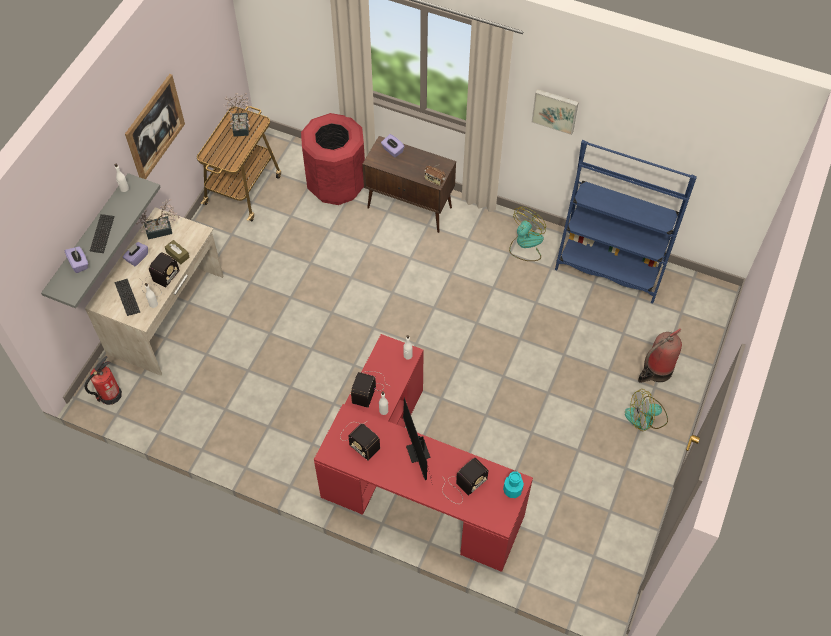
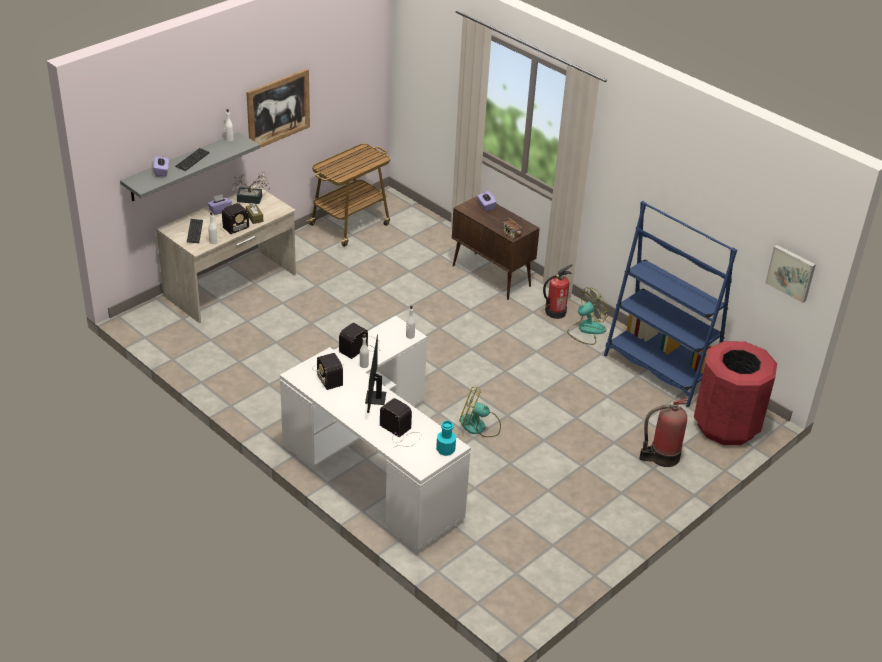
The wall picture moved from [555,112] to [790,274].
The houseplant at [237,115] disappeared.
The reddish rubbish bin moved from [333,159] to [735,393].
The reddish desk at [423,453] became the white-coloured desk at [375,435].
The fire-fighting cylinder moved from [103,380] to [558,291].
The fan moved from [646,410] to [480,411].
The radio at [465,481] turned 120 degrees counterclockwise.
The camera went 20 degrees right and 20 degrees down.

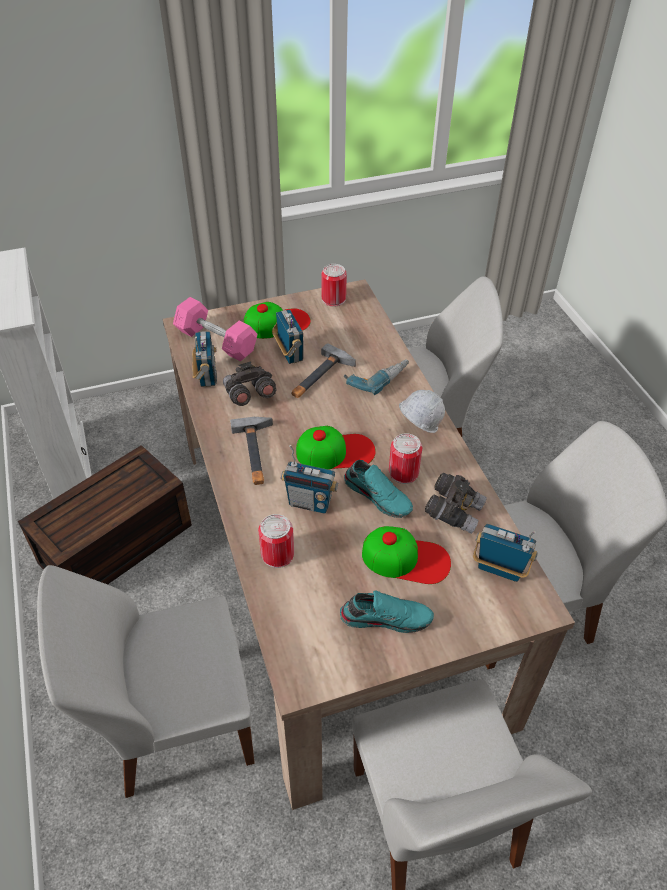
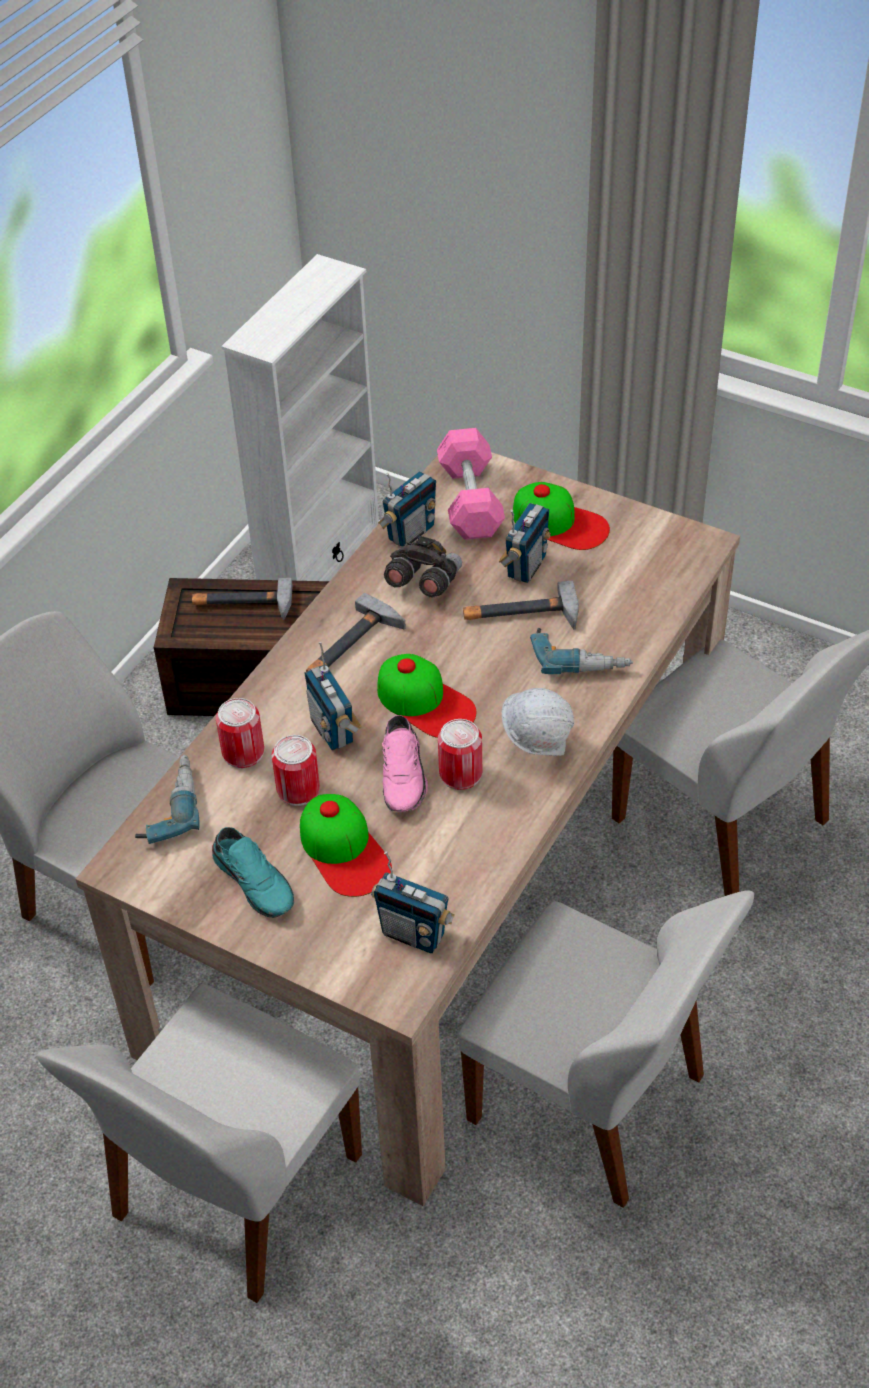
The metal can moved from [334,285] to [296,770].
The turquoise item of footwear at [378,489] became the pink item of footwear at [405,763].
The greyish pair of binoculars at [456,503] disappeared.
The radio at [505,553] turned 135 degrees clockwise.
The hand hammer at [242,599] appeared.
The electric drill at [167,799] appeared.
The camera went 50 degrees right and 0 degrees up.

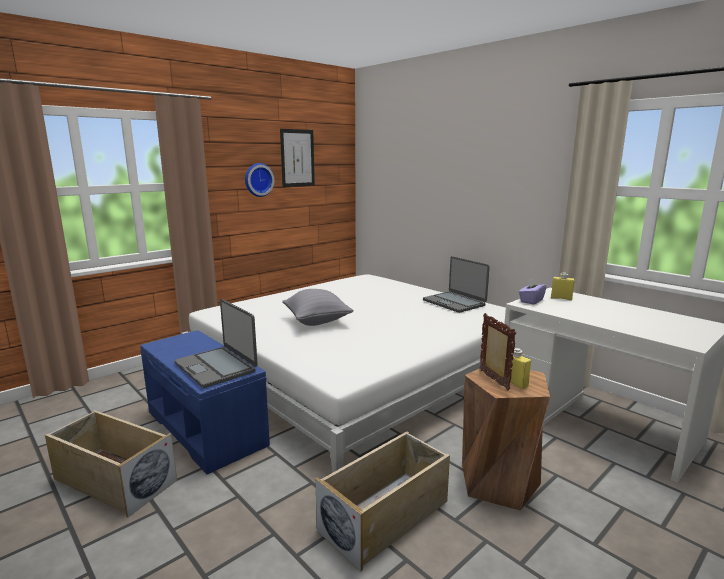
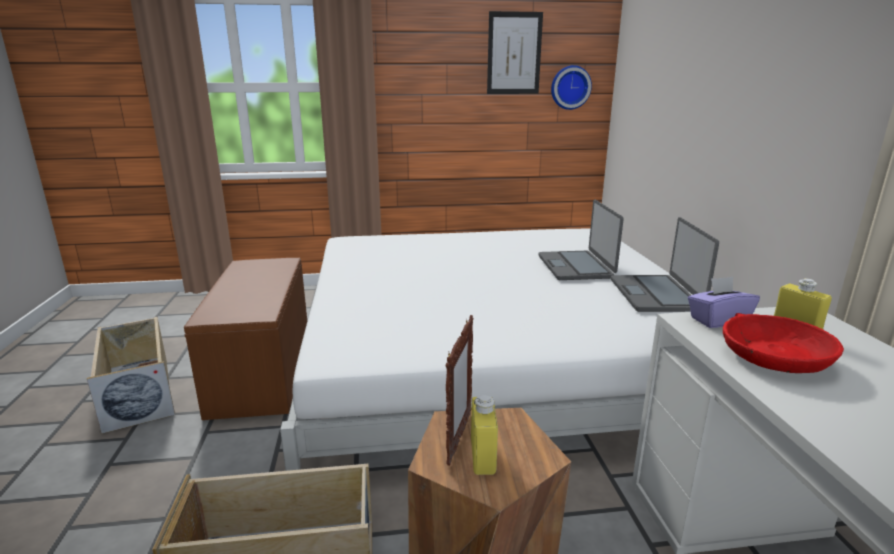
The hanging clock moved from [259,180] to [571,87].
The greyish pillow at [318,307] disappeared.
The laptop moved from [216,343] to [581,239].
The blue-coloured bench at [205,402] became the brown bench at [245,339].
The reddish serving bowl at [783,343] appeared.
The camera went 35 degrees right and 5 degrees up.

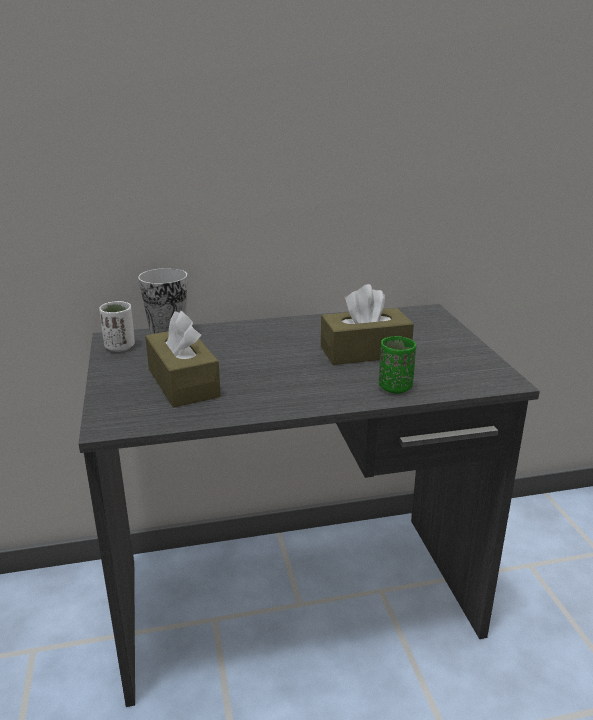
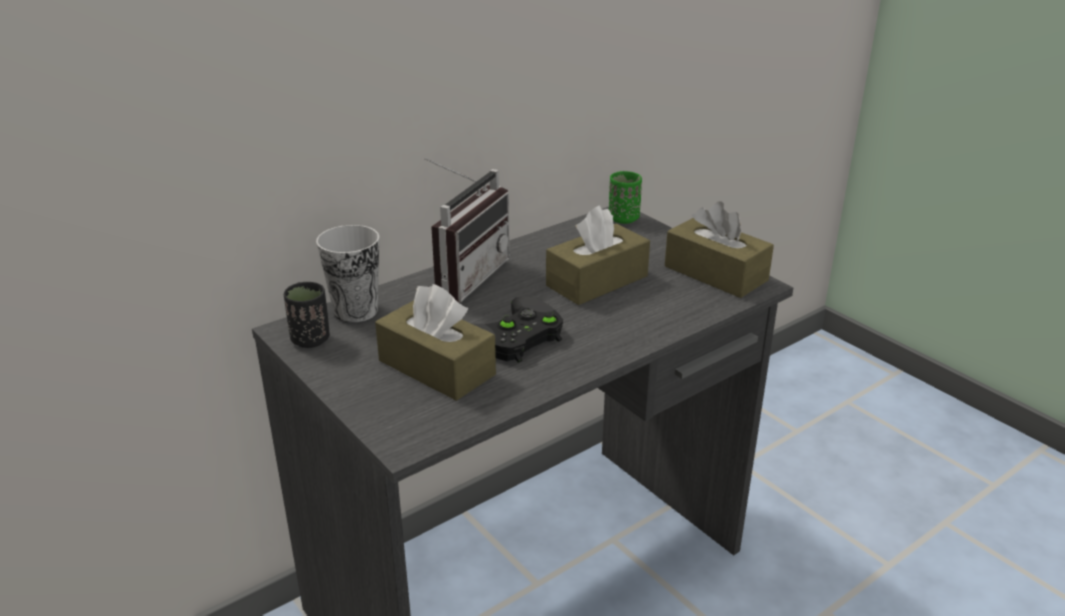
The white-coloured cup at [117,326] became the black-coloured cup at [307,315].
The green-coloured cup moved from [397,365] to [625,197].
The radio at [467,230] appeared.
The brown tissue box at [719,250] appeared.
The black-coloured joypad at [518,329] appeared.
The camera went 25 degrees left and 5 degrees up.

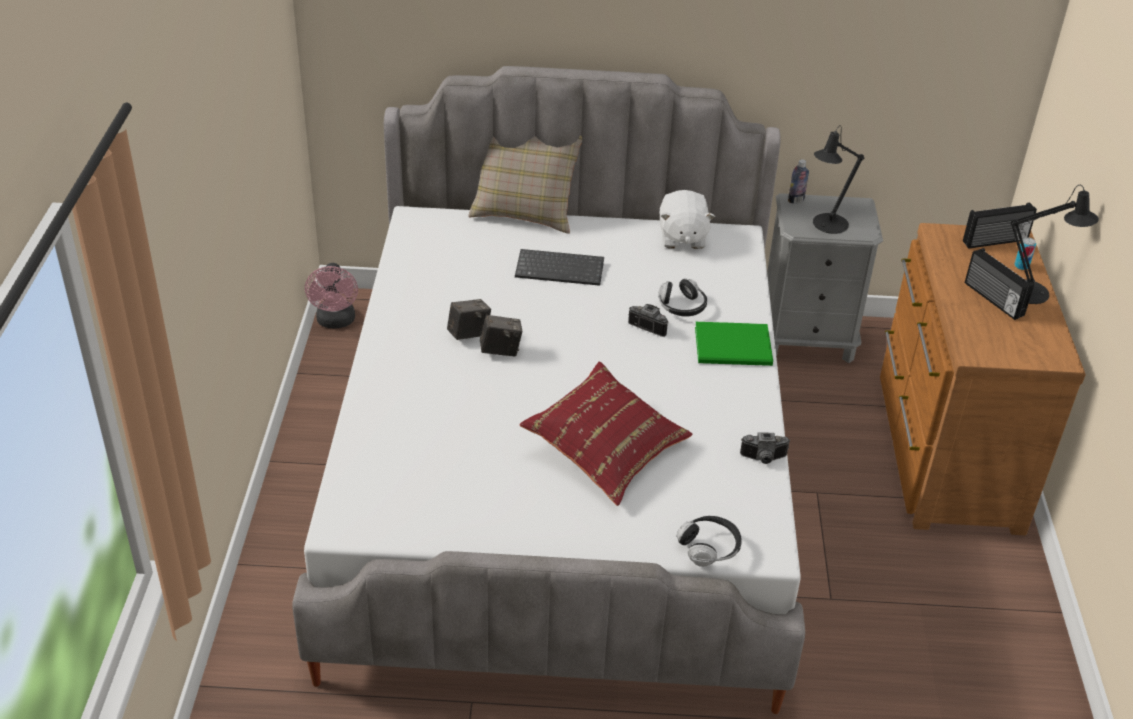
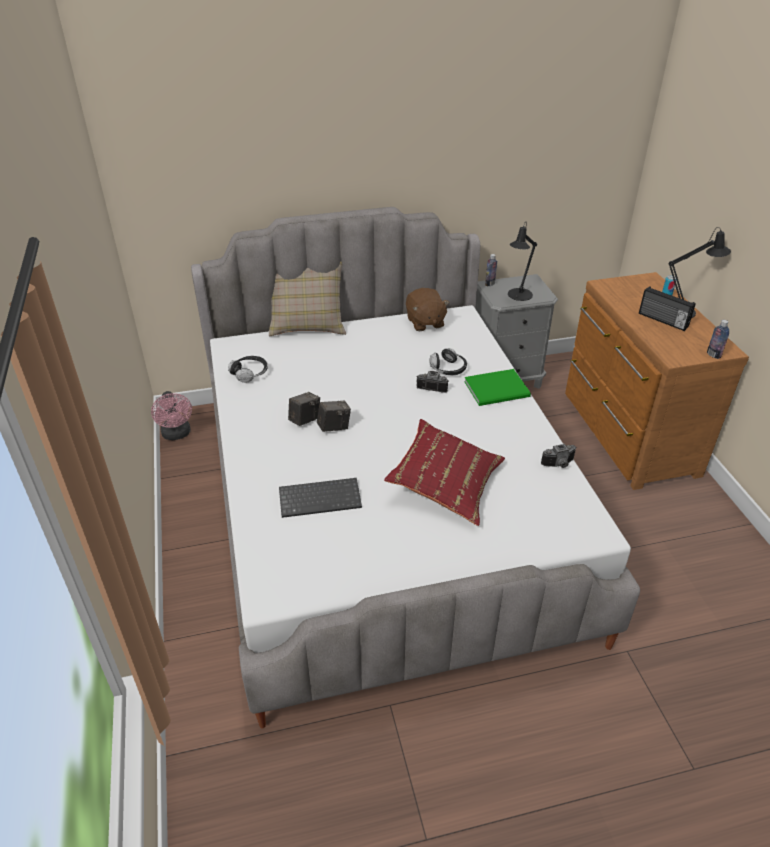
The white-coloured plush toy at [687,219] became the brown plush toy at [427,309].
The radio at [1000,225] disappeared.
The PC keyboard moved from [559,267] to [320,498].
The headphones moved from [709,541] to [248,369].
The drink bottle at [718,339] appeared.
The camera went 15 degrees left and 0 degrees up.

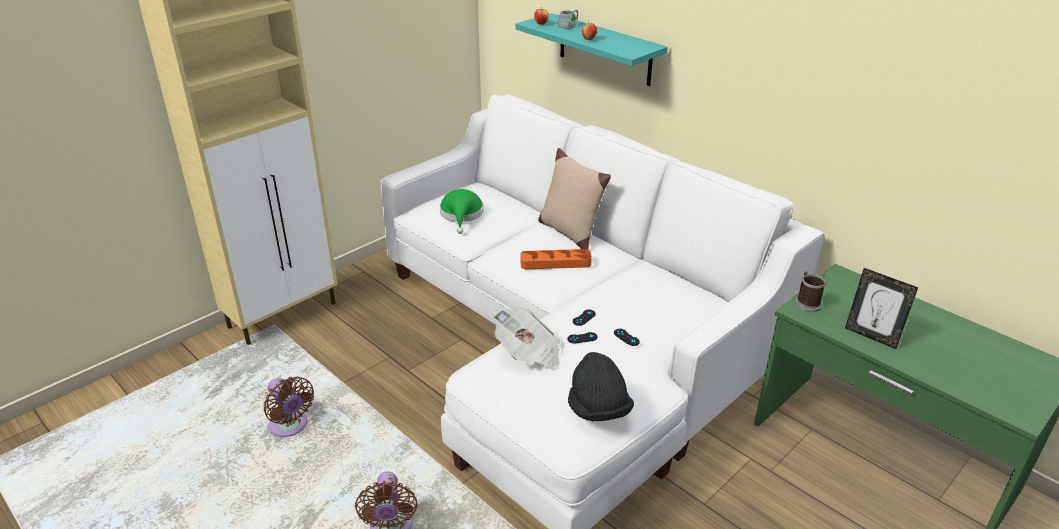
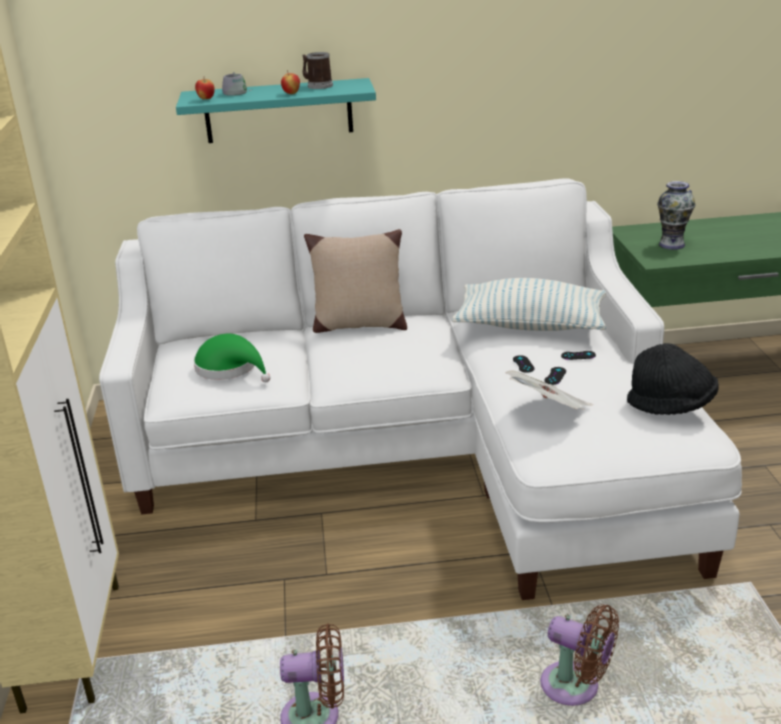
The orangey carrying tray at [556,259] disappeared.
The standing frame at [881,308] disappeared.
The tea mug moved from [811,292] to [317,70].
The vase at [676,215] appeared.
The pillow at [529,304] appeared.
The camera went 50 degrees left and 5 degrees down.

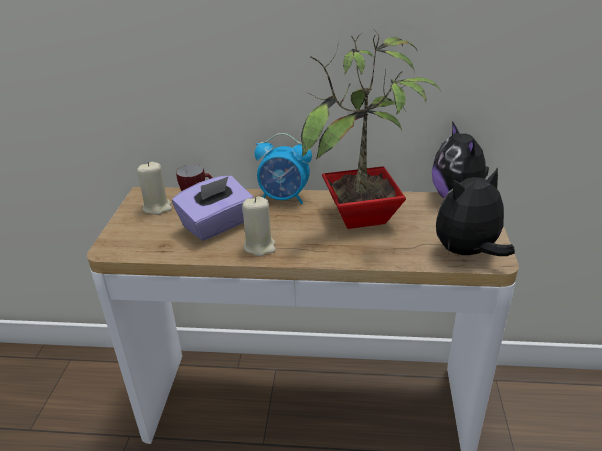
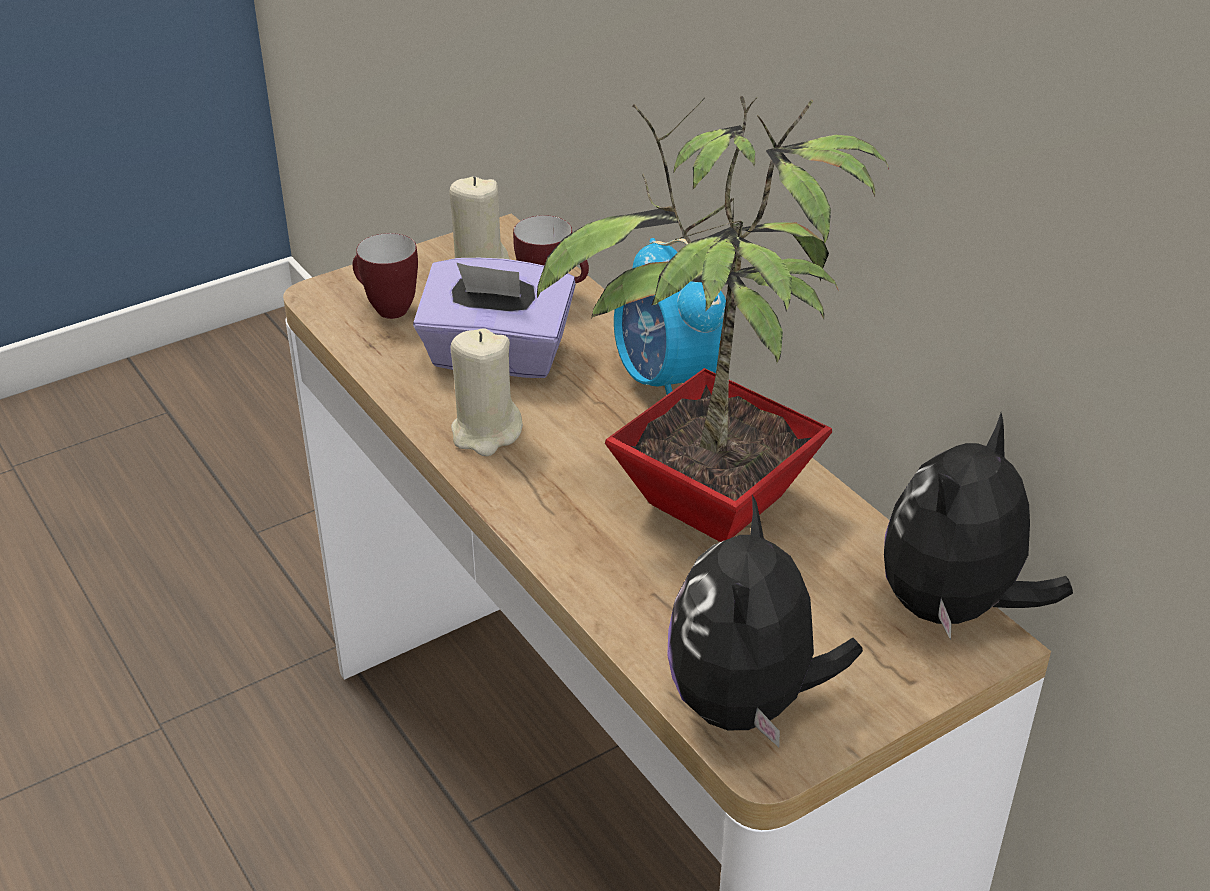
The plush toy at [475,212] turned 105 degrees counterclockwise.
The tea mug at [385,276] appeared.
The camera went 50 degrees right and 5 degrees up.

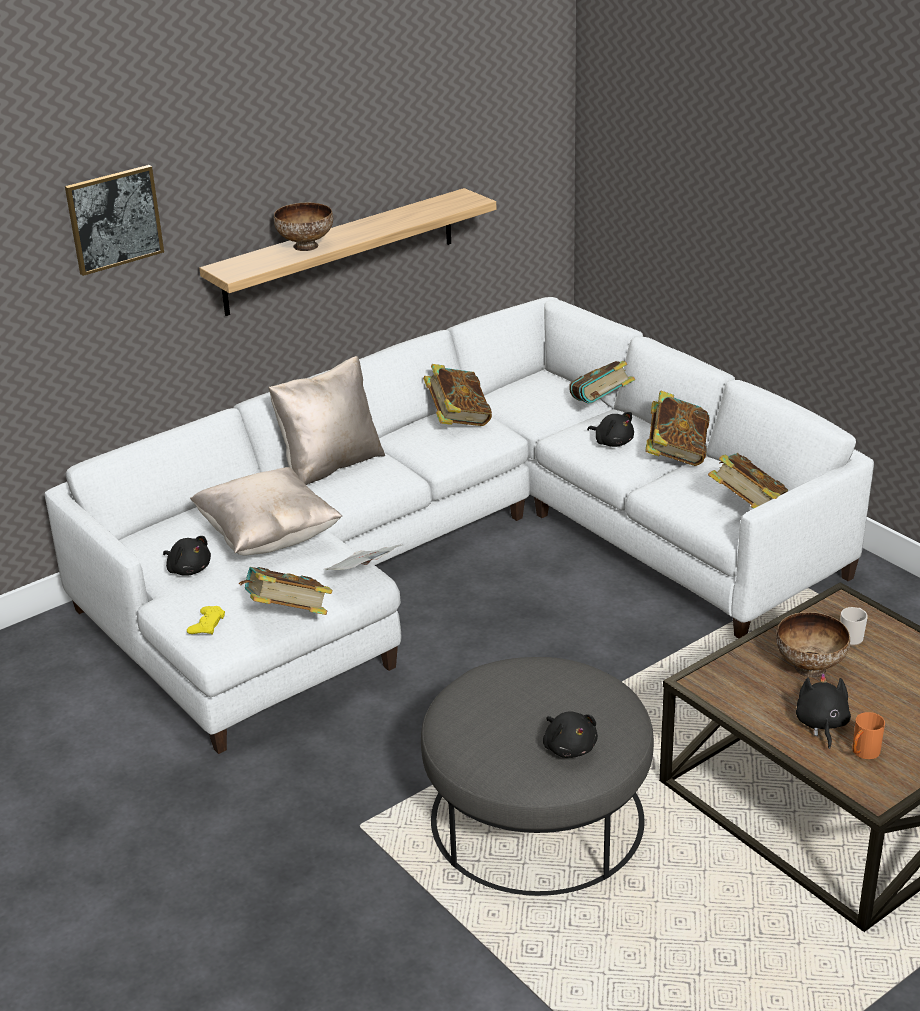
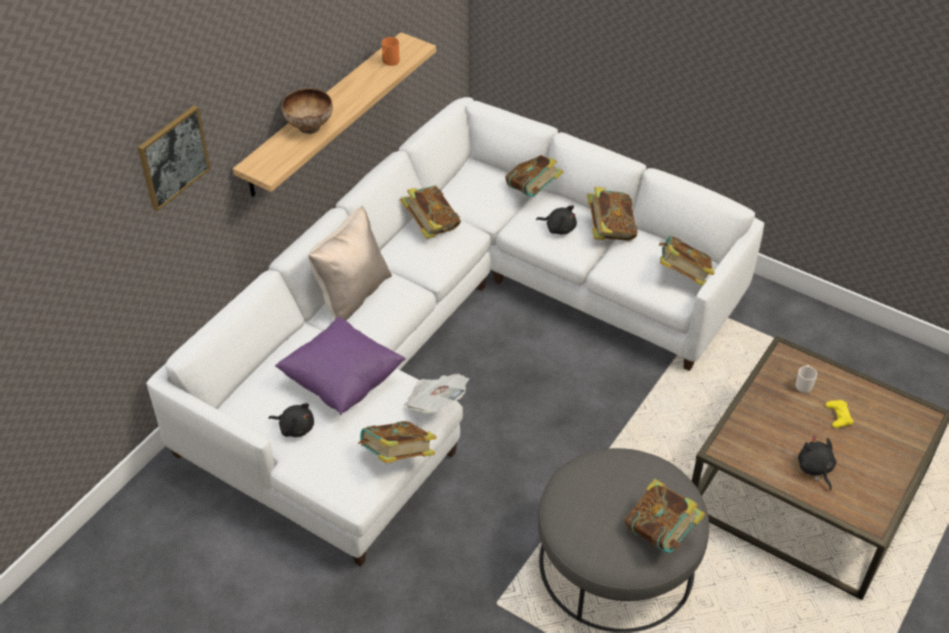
The sand-coloured pillow at [266,511] became the purple-coloured pillow at [340,366].
The yellow joypad moved from [206,620] to [839,414].
The serving bowl at [813,645] disappeared.
The black-coloured plush toy at [570,734] was replaced by the bound book at [665,516].
The orangey tea mug moved from [868,735] to [391,51].
The camera went 20 degrees left and 15 degrees up.

